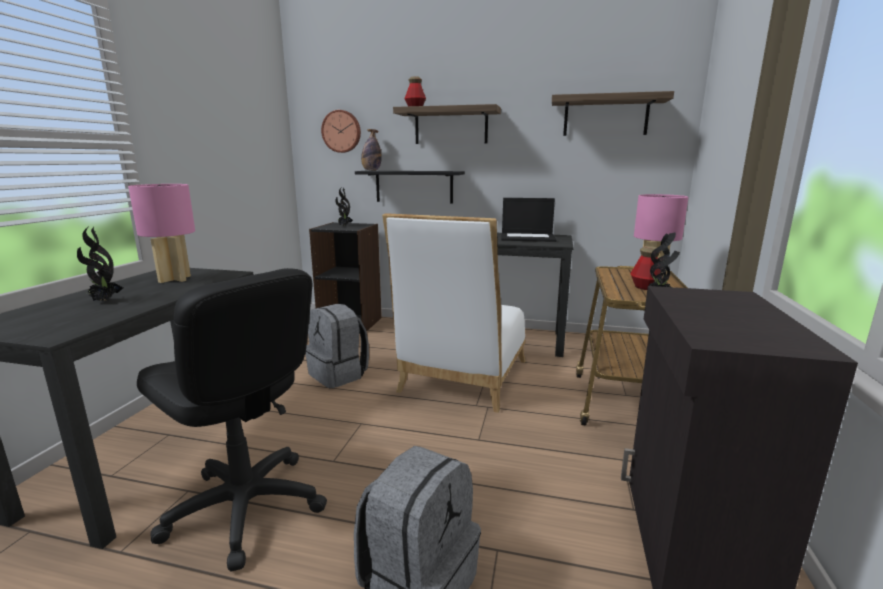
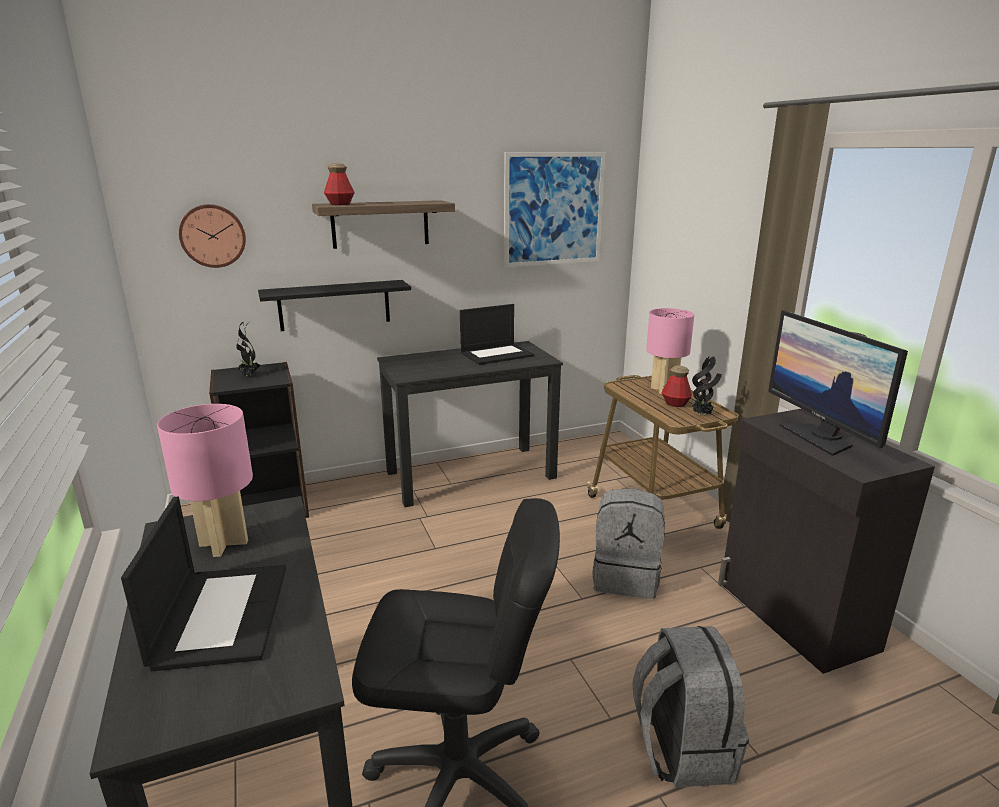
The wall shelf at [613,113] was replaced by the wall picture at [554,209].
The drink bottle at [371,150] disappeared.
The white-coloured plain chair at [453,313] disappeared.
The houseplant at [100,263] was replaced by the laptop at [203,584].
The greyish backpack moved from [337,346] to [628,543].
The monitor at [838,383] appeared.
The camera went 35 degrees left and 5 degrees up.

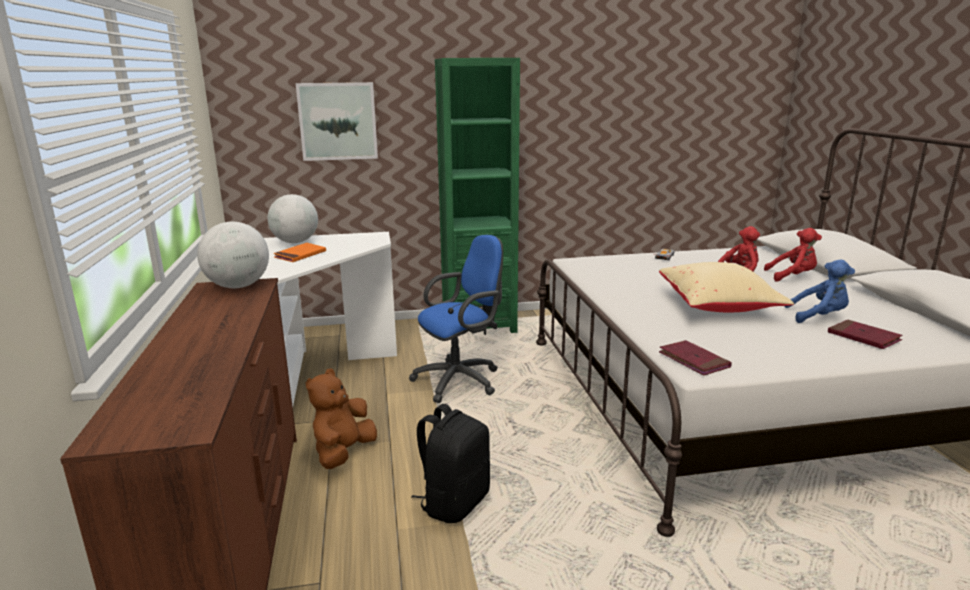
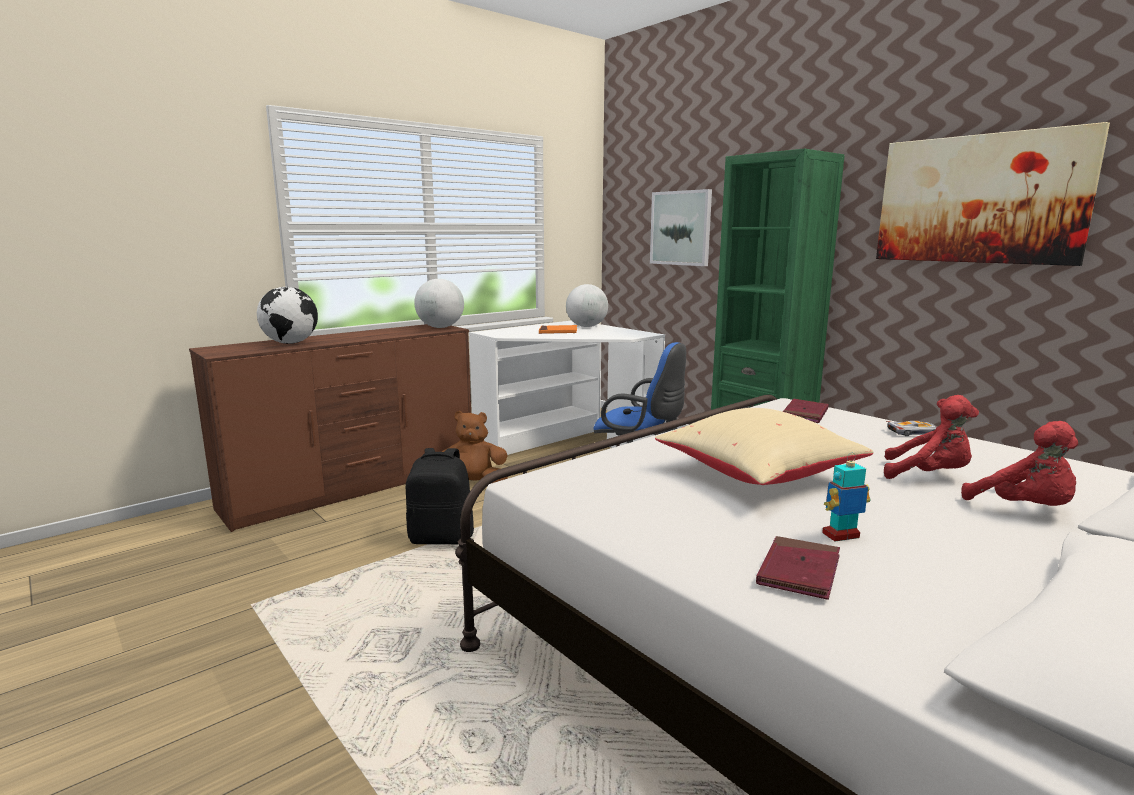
The blue-coloured plush toy at [820,291] was replaced by the model robot at [846,497].
The reddish bound book moved from [695,358] to [806,411].
The wall picture at [993,194] appeared.
The desk globe at [287,315] appeared.
The camera went 60 degrees right and 5 degrees down.

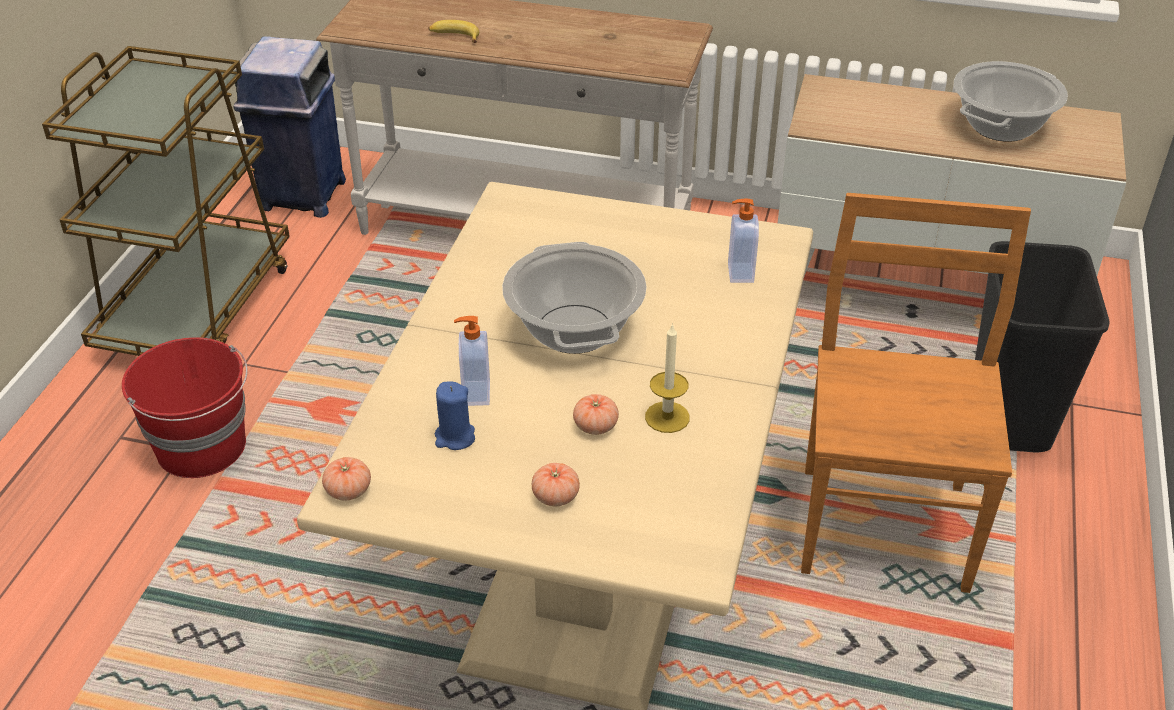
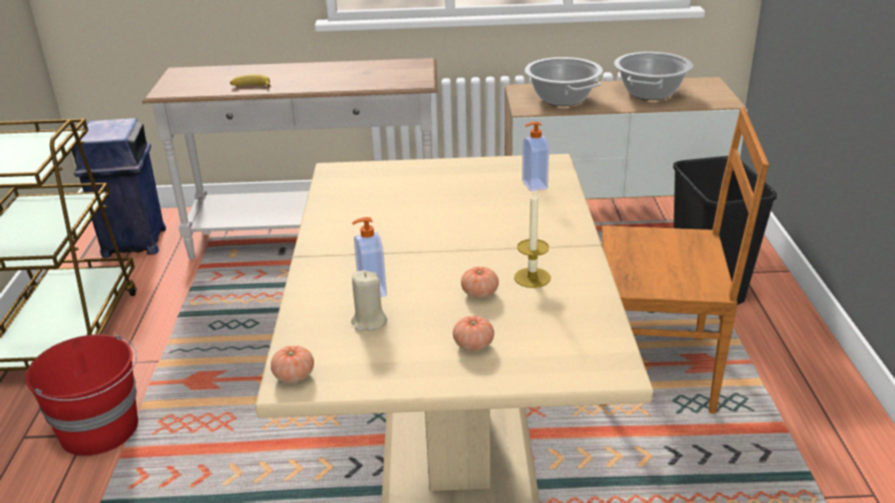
The brown plain chair at [916,393] turned 105 degrees clockwise.
The saucepot moved from [574,298] to [564,81].
The blue-coloured wax candle at [455,415] became the sand-coloured wax candle at [369,301].
The camera went 15 degrees left and 10 degrees down.

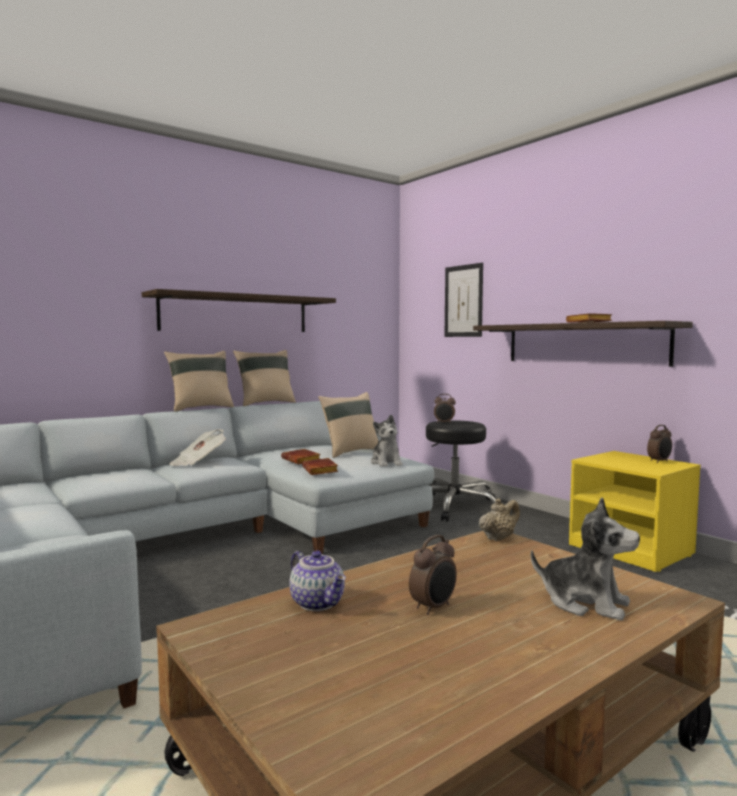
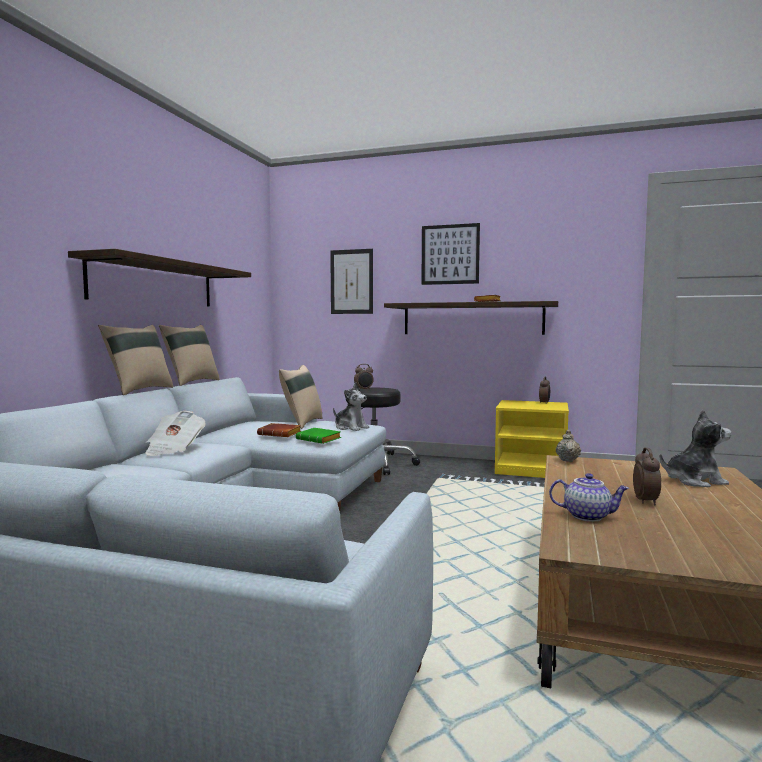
The brown bound book at [320,466] became the green-coloured bound book at [318,436].
The wall picture at [450,254] appeared.
The camera went 35 degrees left and 0 degrees up.

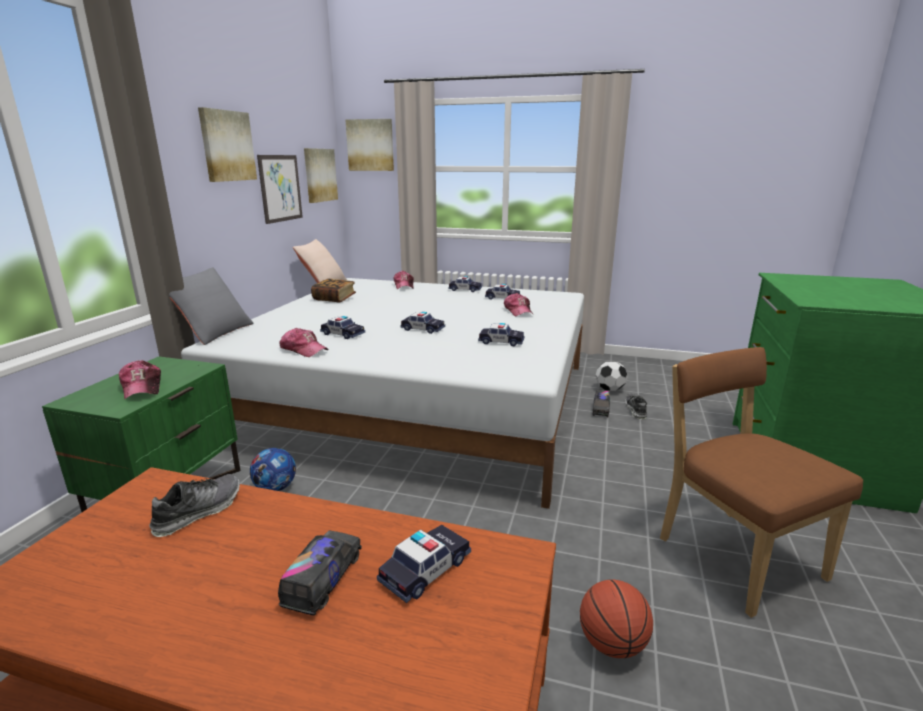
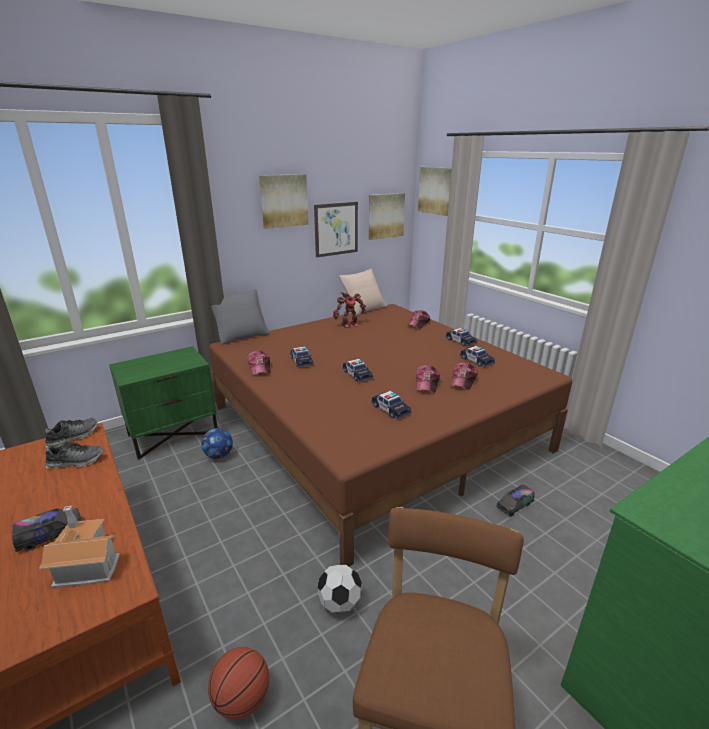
The white-coloured bed at [382,393] became the brown bed at [390,435].
The bound book at [333,291] was replaced by the model robot at [349,310].
The cap moved from [140,379] to [428,379].
The football moved from [612,376] to [339,589].
The item of footwear moved from [636,407] to [71,433].
The miniature car at [424,564] was replaced by the model house at [79,547].
The camera went 40 degrees right and 5 degrees up.

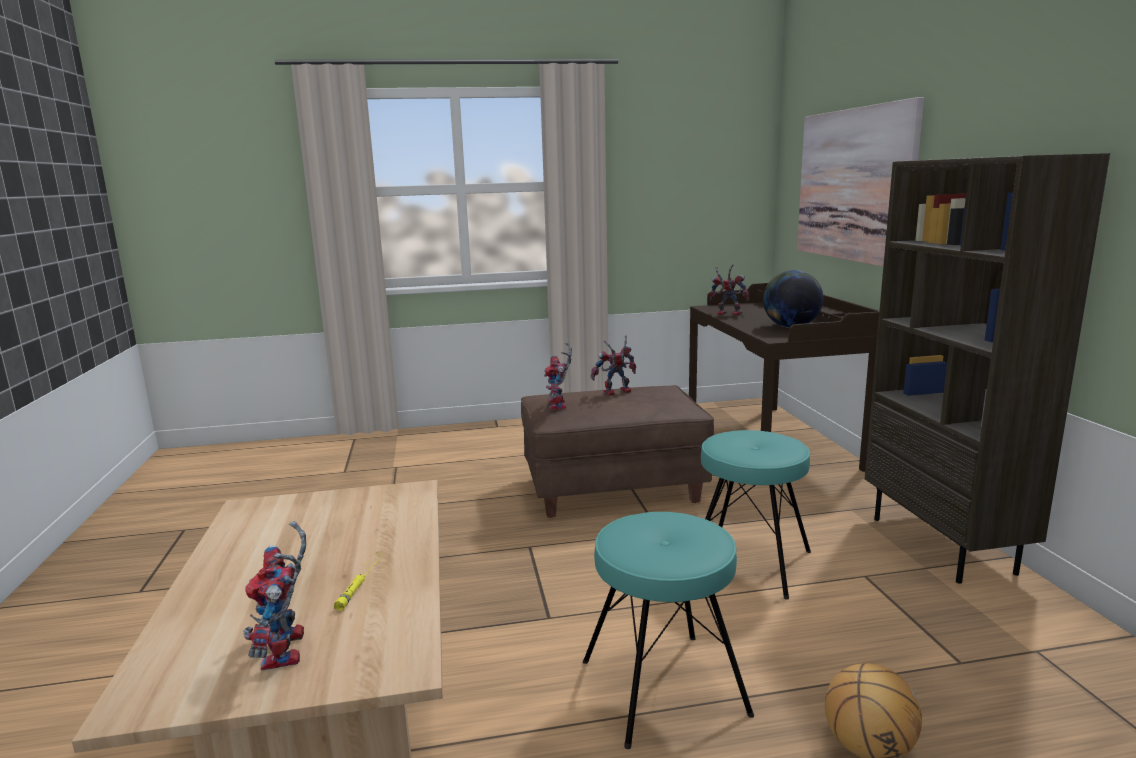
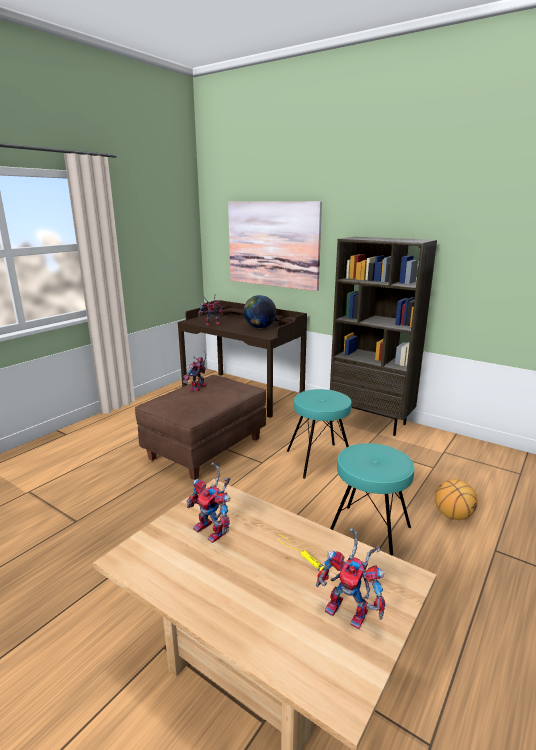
The model robot moved from [558,376] to [208,502].
The camera went 45 degrees left and 5 degrees up.

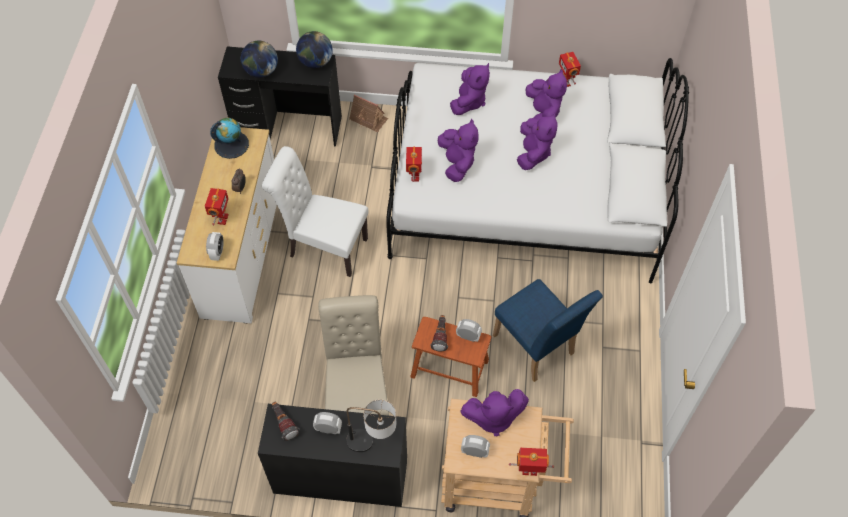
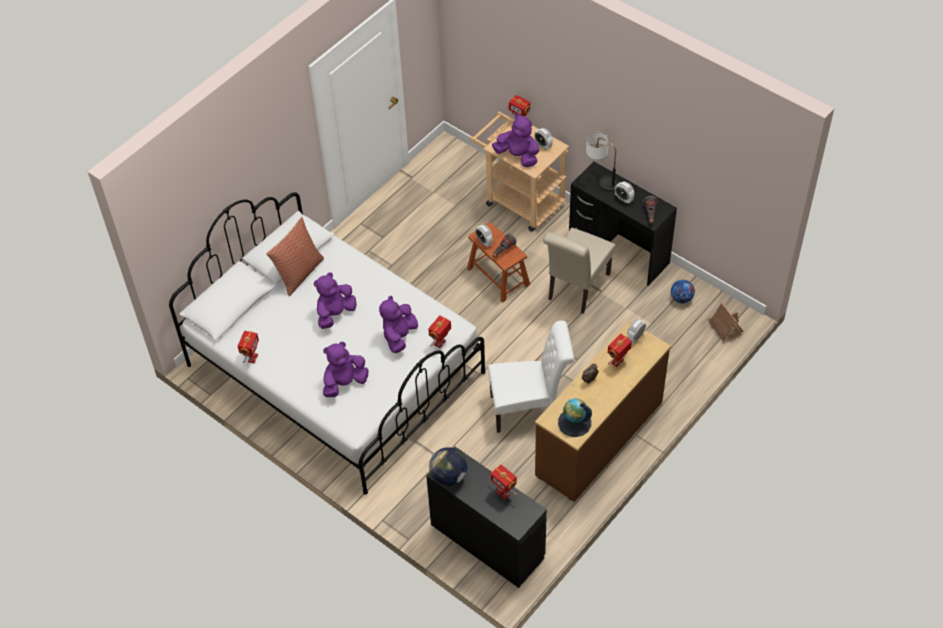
The desk globe at [259,59] was replaced by the model robot at [504,482].
The purple-coloured plush toy at [546,94] disappeared.
The model house moved from [368,113] to [725,322].
The white-coloured dresser at [227,225] became the brown dresser at [603,411].
The white-coloured plain chair at [315,211] turned 60 degrees counterclockwise.
The blue-coloured plain chair at [548,330] disappeared.
The pillow at [295,256] appeared.
The football at [683,291] appeared.
The camera went 145 degrees left and 5 degrees down.

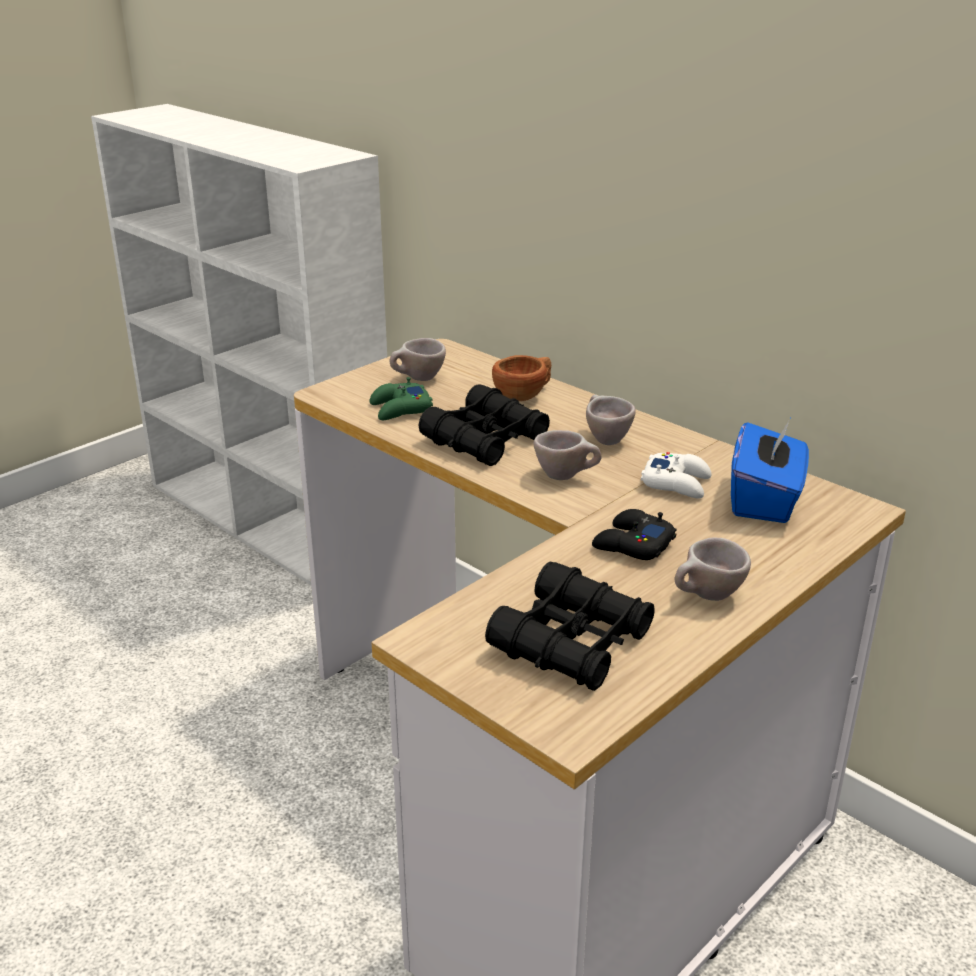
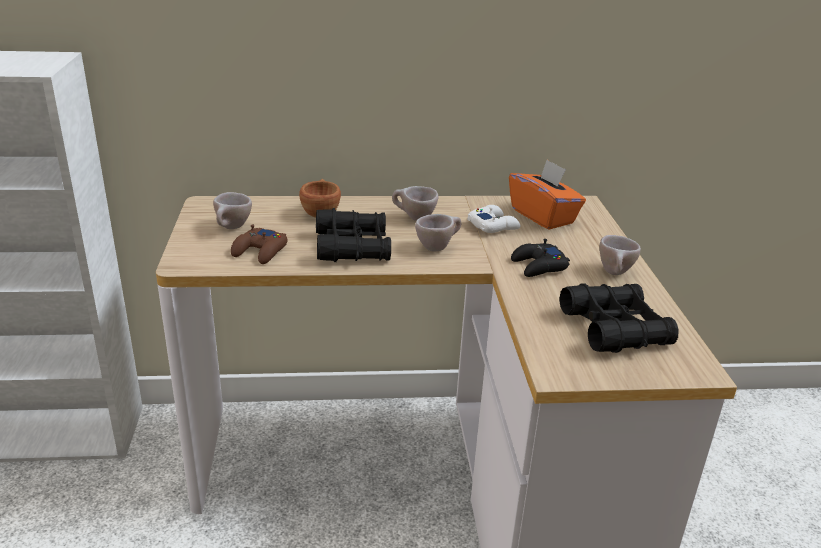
The green-coloured joypad at [401,398] became the brown joypad at [259,244].
The blue-coloured tissue box at [770,471] became the orangey tissue box at [547,194].
The camera went 50 degrees left and 0 degrees up.

